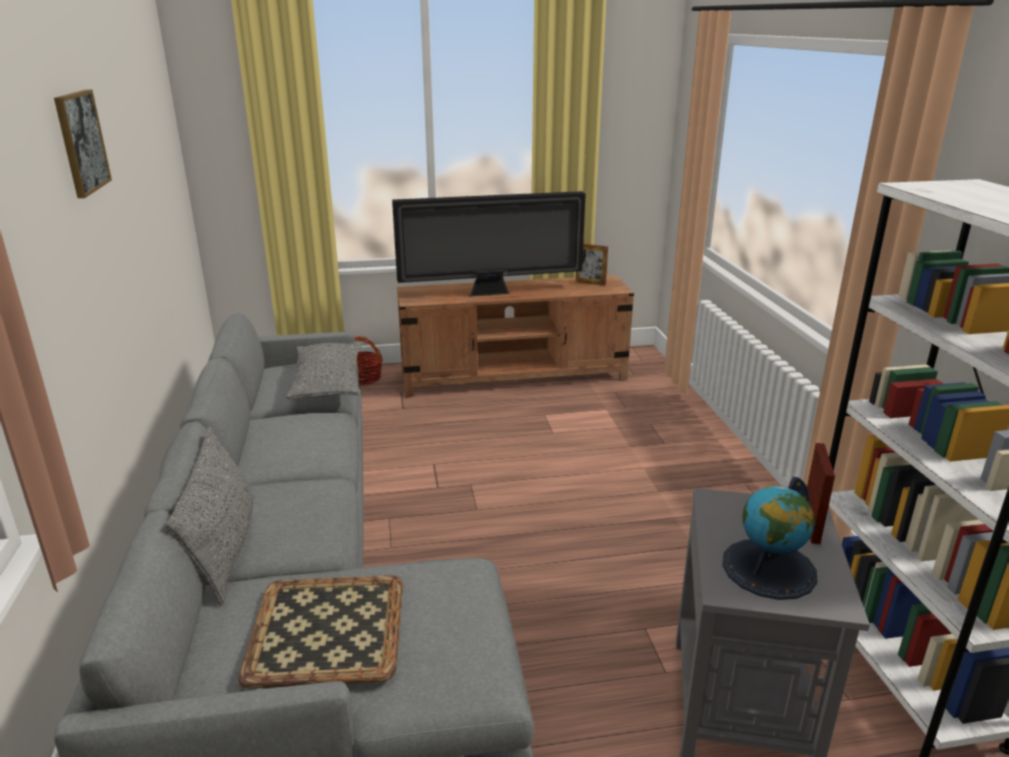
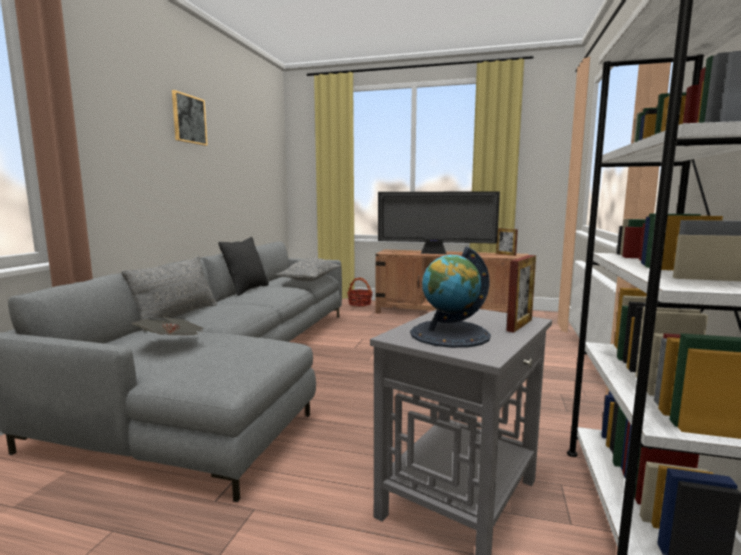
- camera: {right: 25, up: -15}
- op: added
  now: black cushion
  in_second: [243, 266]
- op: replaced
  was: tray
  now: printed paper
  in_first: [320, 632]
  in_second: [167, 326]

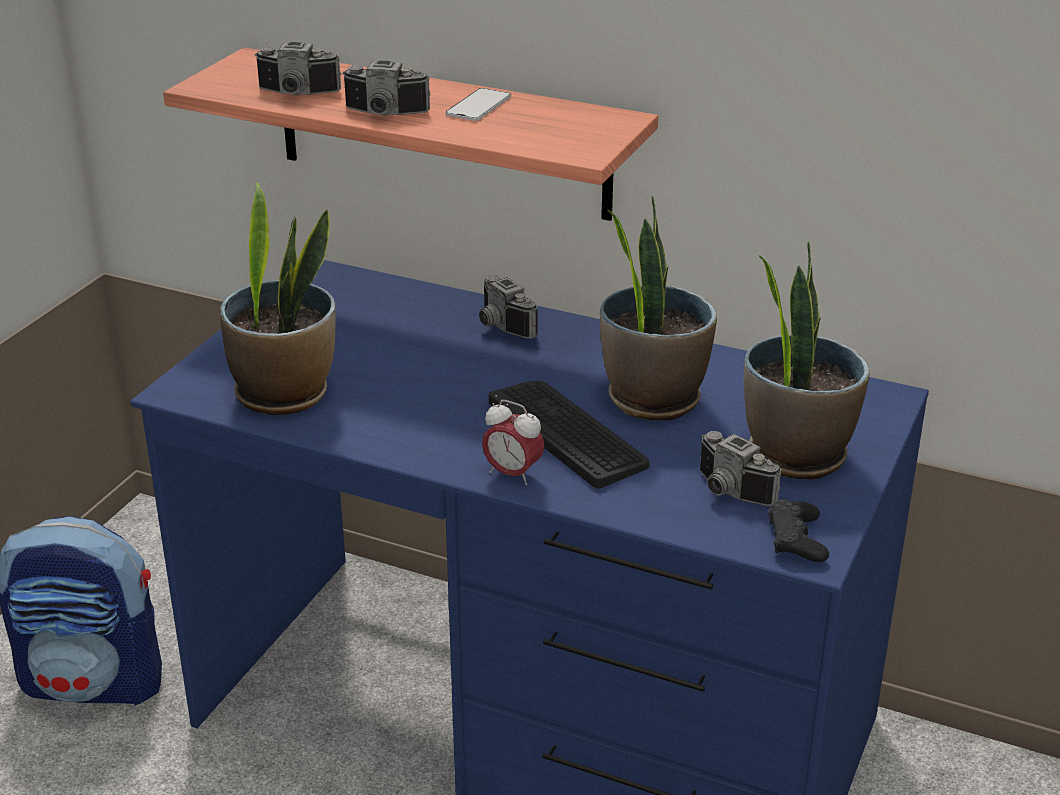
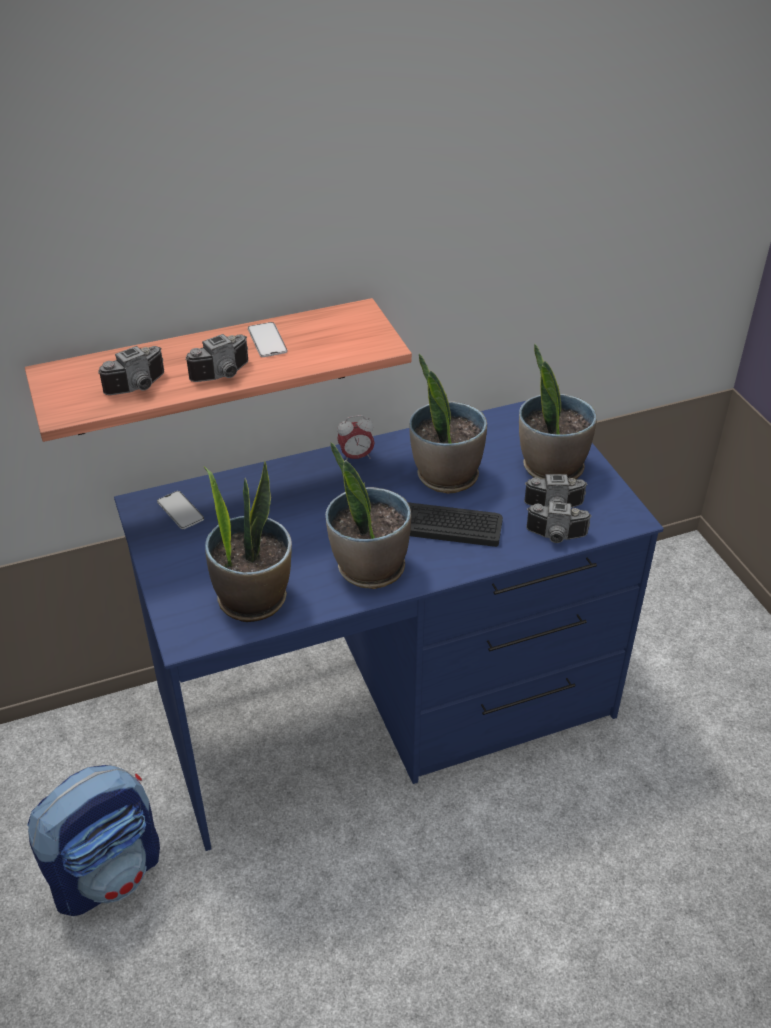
- camera: {right: -45, up: 10}
- op: removed
  was: black game controller
  in_first: [798, 531]
- op: added
  now: phone
  in_second: [180, 510]
- op: added
  now: plant in a pot
  in_second: [368, 515]
- op: moved
  was: still camera
  in_first: [508, 307]
  in_second: [559, 522]
- op: moved
  was: bedside clock
  in_first: [513, 442]
  in_second: [356, 438]

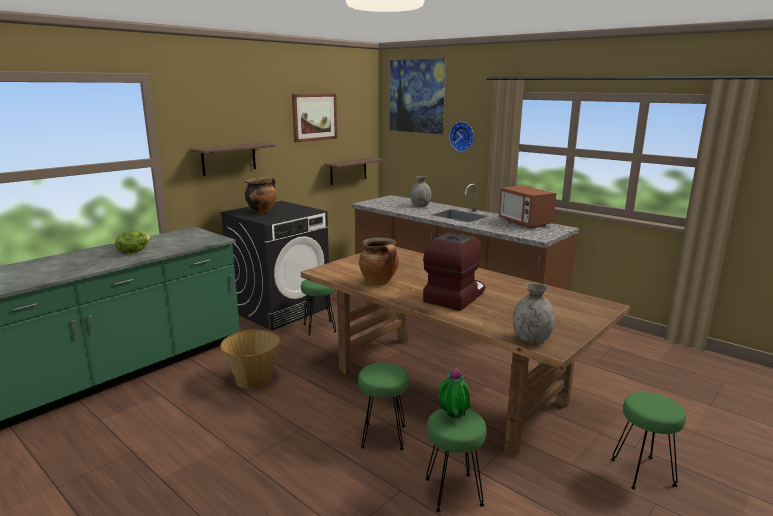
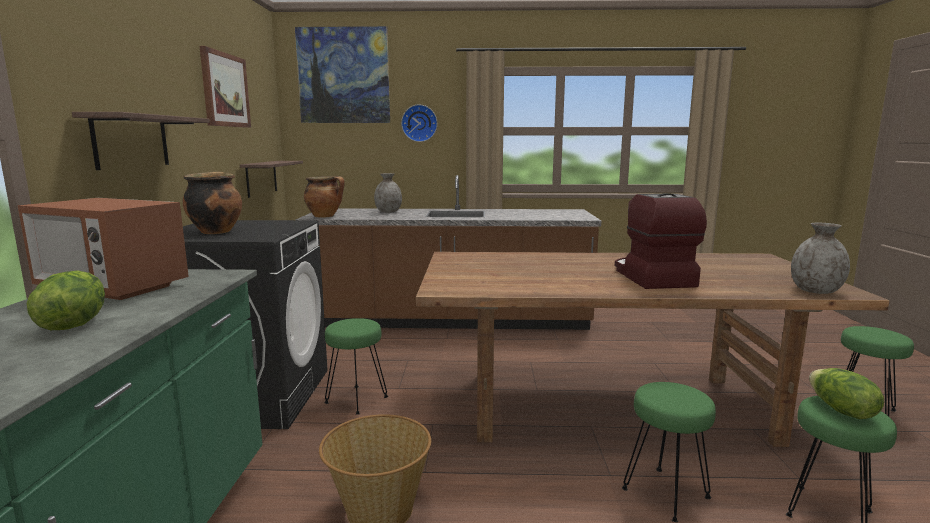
- camera: {right: -40, up: -5}
- op: moved
  was: saucepot
  in_first: [379, 261]
  in_second: [324, 197]
- op: moved
  was: kitchen microwave
  in_first: [528, 206]
  in_second: [103, 249]
- op: replaced
  was: plant in a pot
  now: head of lettuce
  in_first: [454, 392]
  in_second: [846, 393]

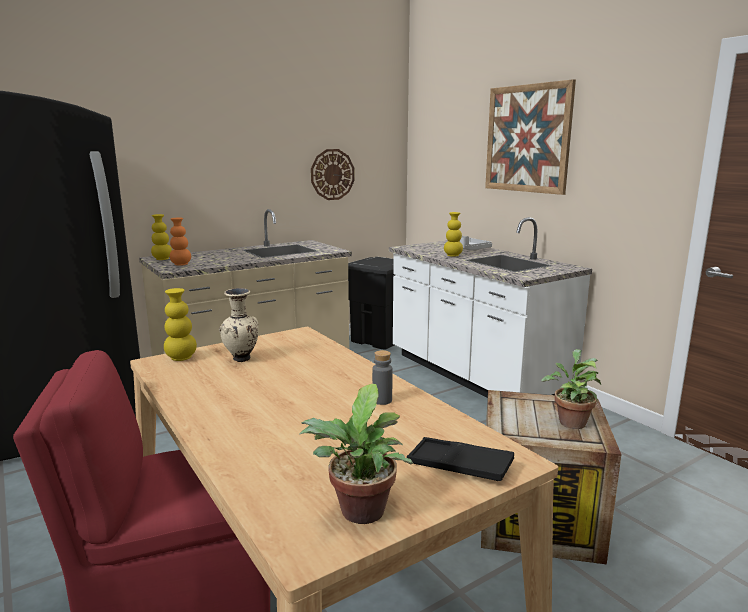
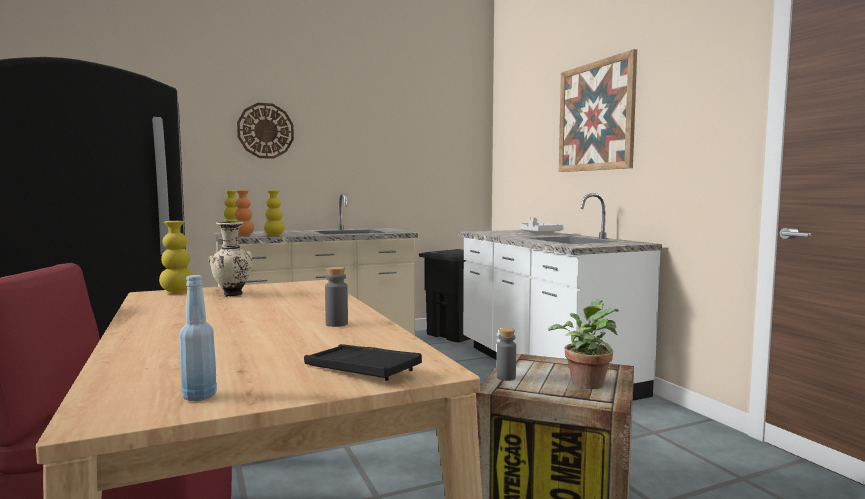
- camera: {right: 10, up: -10}
- op: added
  now: gray beverage bottle
  in_second: [506, 354]
- op: moved
  was: wall clock
  in_first: [332, 174]
  in_second: [265, 131]
- op: moved
  was: yellow decorative vase
  in_first: [453, 234]
  in_second: [274, 213]
- op: replaced
  was: plant in a pot
  now: bluish beverage bottle
  in_first: [356, 454]
  in_second: [198, 338]

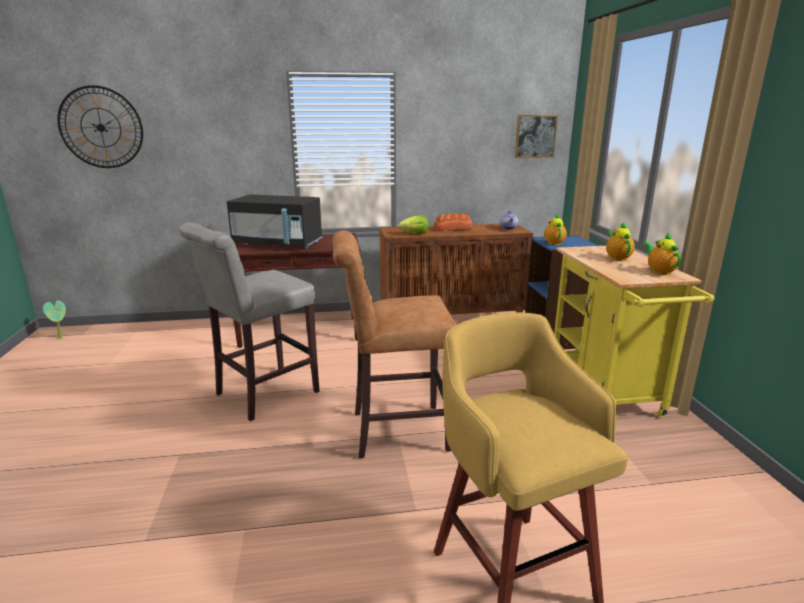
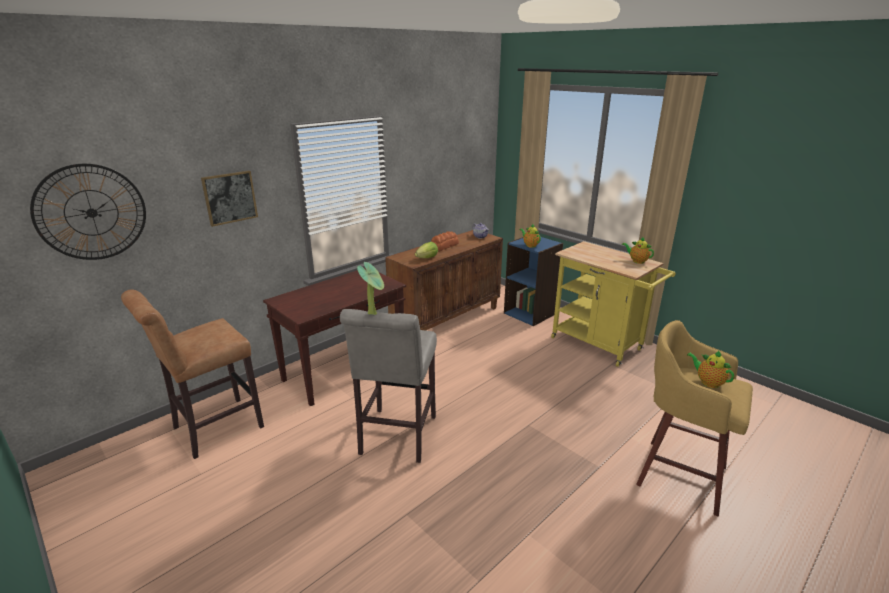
- camera: {right: -35, up: 5}
- op: removed
  was: black kitchen microwave
  in_first: [274, 221]
- op: moved
  was: plant in a pot
  in_first: [54, 319]
  in_second: [370, 288]
- op: moved
  was: brown-coloured stool seat
  in_first: [394, 344]
  in_second: [192, 374]
- op: moved
  was: picture
  in_first: [536, 136]
  in_second: [229, 199]
- op: moved
  was: tea pot
  in_first: [620, 241]
  in_second: [710, 369]

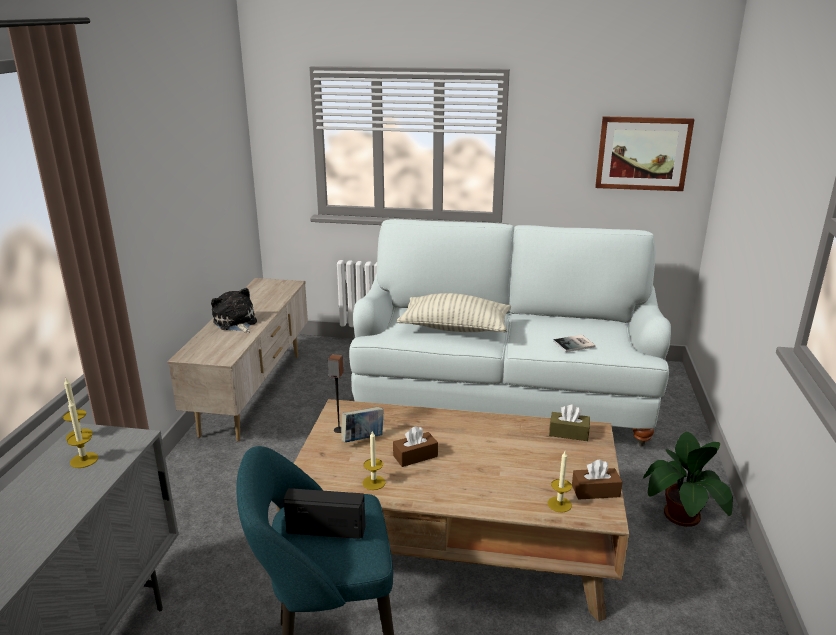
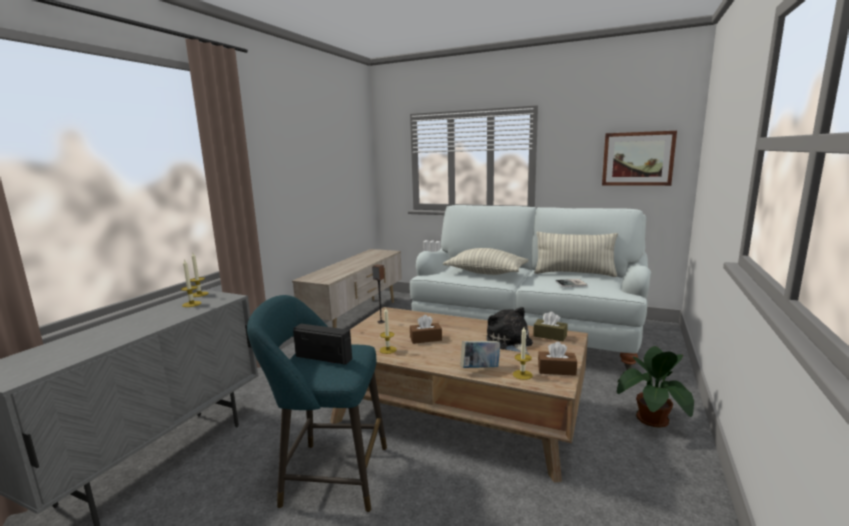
- camera: {right: 15, up: -10}
- op: added
  now: cushion
  in_second: [576, 254]
- op: moved
  was: soft toy
  in_first: [234, 310]
  in_second: [510, 331]
- op: moved
  was: volume
  in_first: [362, 424]
  in_second: [480, 354]

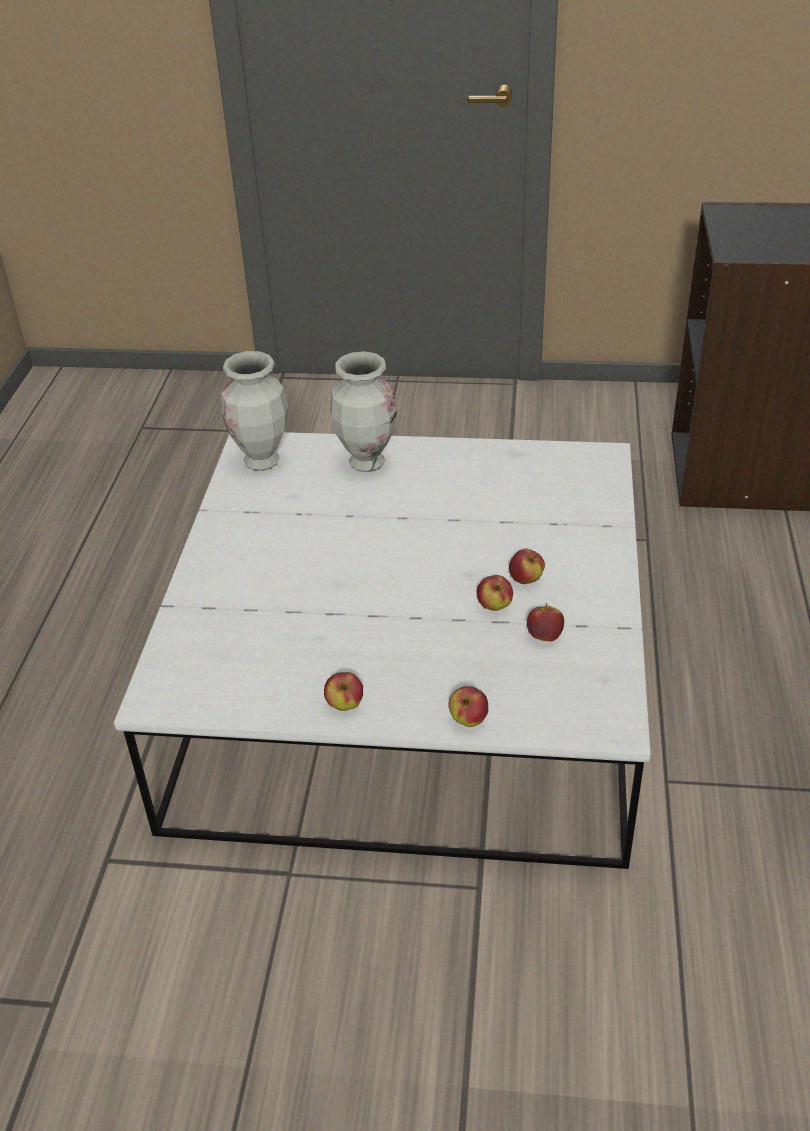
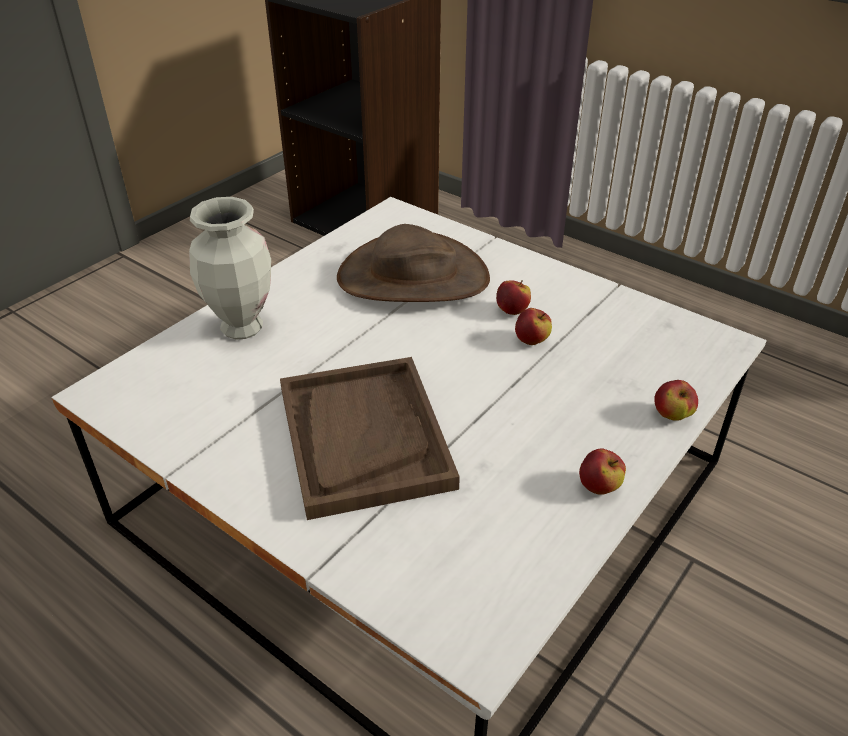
- camera: {right: -60, up: 0}
- op: removed
  was: decorative vase
  in_first: [254, 411]
- op: removed
  was: apple fruit
  in_first: [545, 622]
- op: added
  now: brown-coloured tray
  in_second: [370, 438]
- op: added
  now: brown-coloured clothing hat
  in_second: [413, 263]

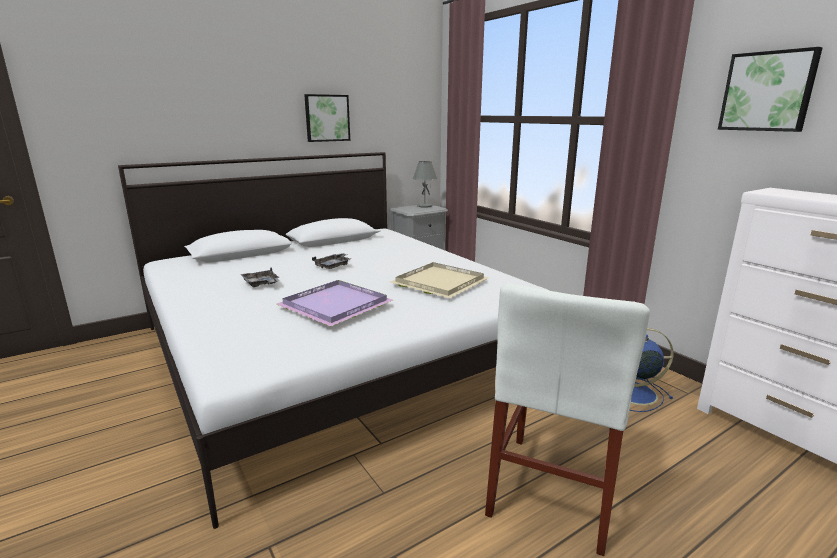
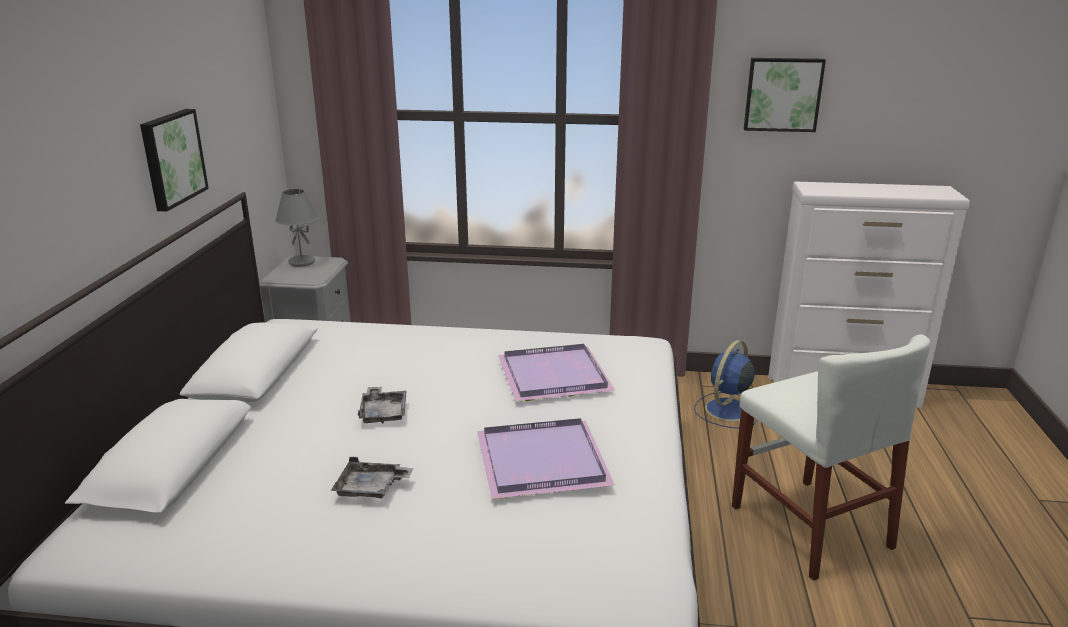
- camera: {right: -50, up: 5}
- op: recoloured
  was: sand-coloured tray
  now: purple-coloured tray
  in_first: [439, 280]
  in_second: [556, 372]

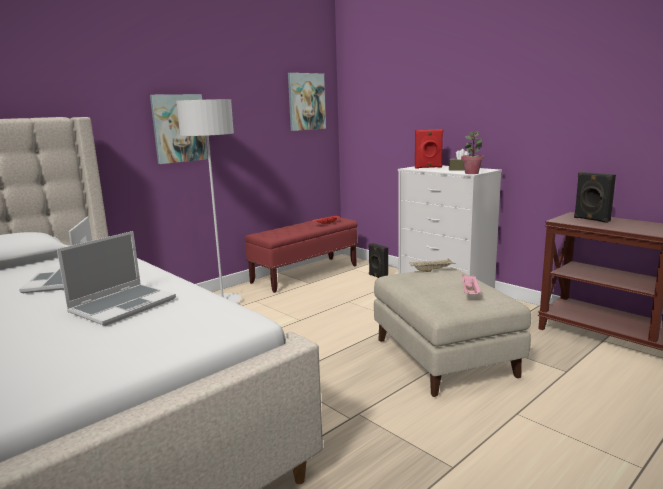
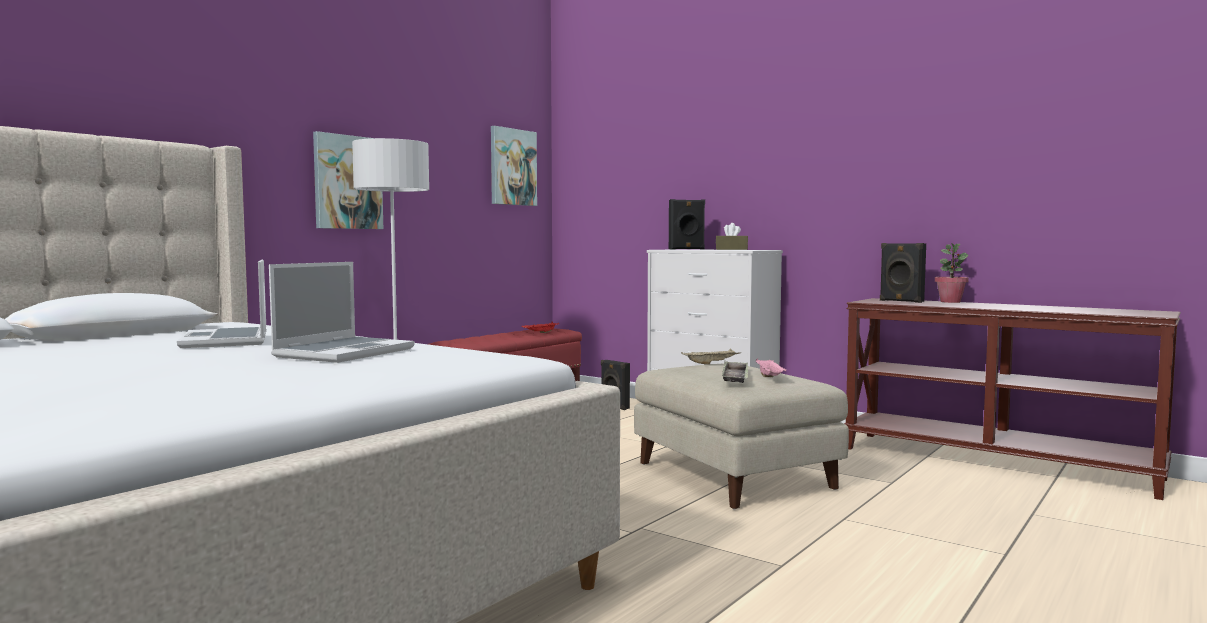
- camera: {right: -10, up: -10}
- op: added
  now: tray
  in_second: [735, 372]
- op: moved
  was: plant in a pot
  in_first: [472, 153]
  in_second: [951, 273]
- op: recoloured
  was: red-coloured speaker
  now: black speaker
  in_first: [429, 148]
  in_second: [687, 224]

